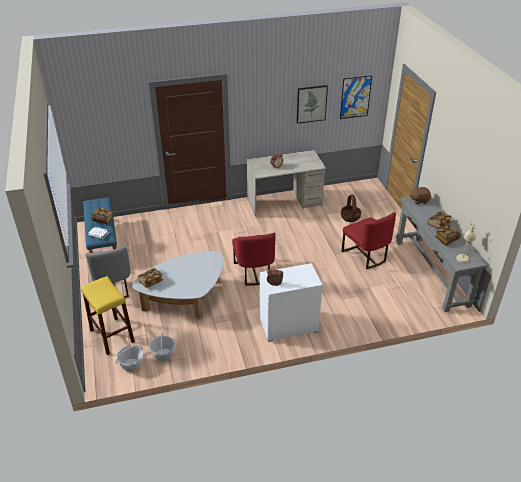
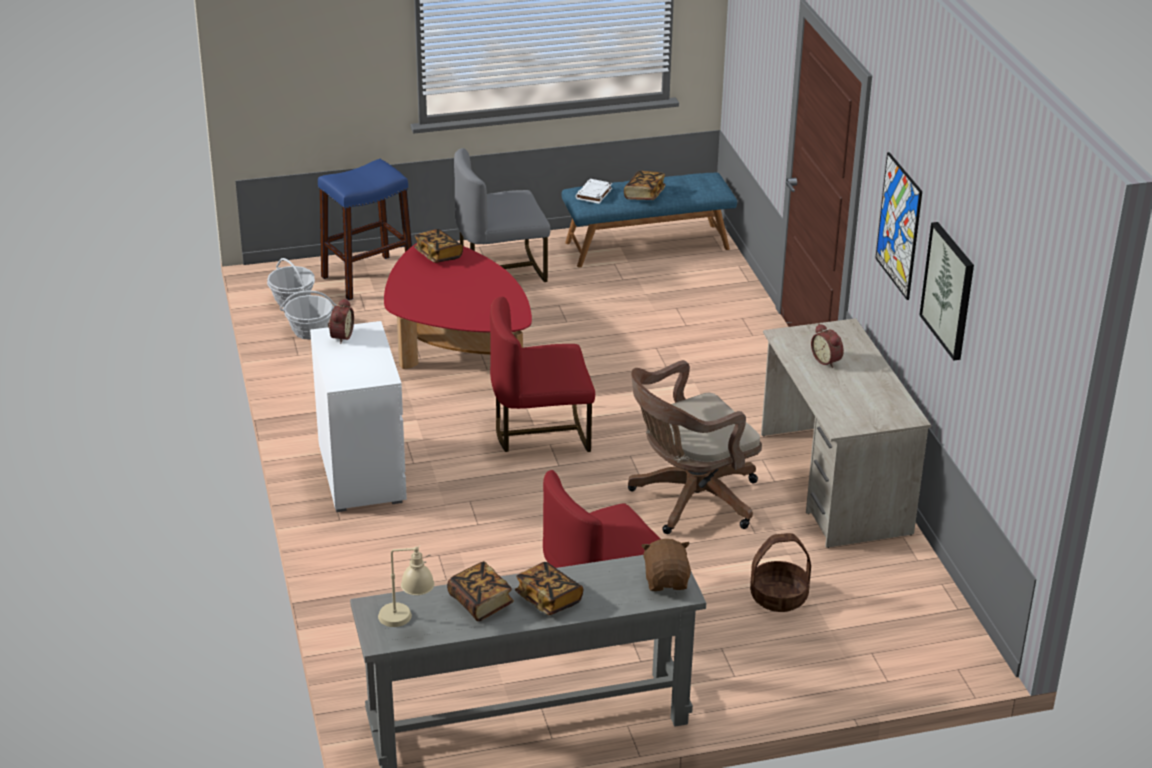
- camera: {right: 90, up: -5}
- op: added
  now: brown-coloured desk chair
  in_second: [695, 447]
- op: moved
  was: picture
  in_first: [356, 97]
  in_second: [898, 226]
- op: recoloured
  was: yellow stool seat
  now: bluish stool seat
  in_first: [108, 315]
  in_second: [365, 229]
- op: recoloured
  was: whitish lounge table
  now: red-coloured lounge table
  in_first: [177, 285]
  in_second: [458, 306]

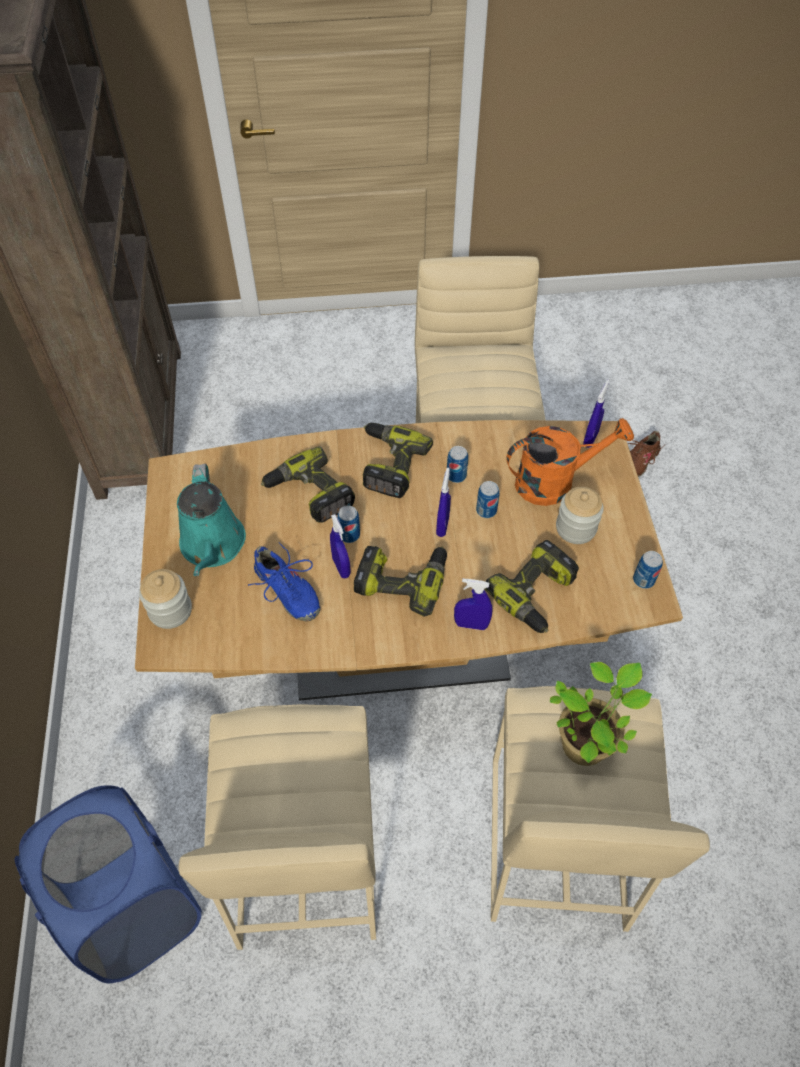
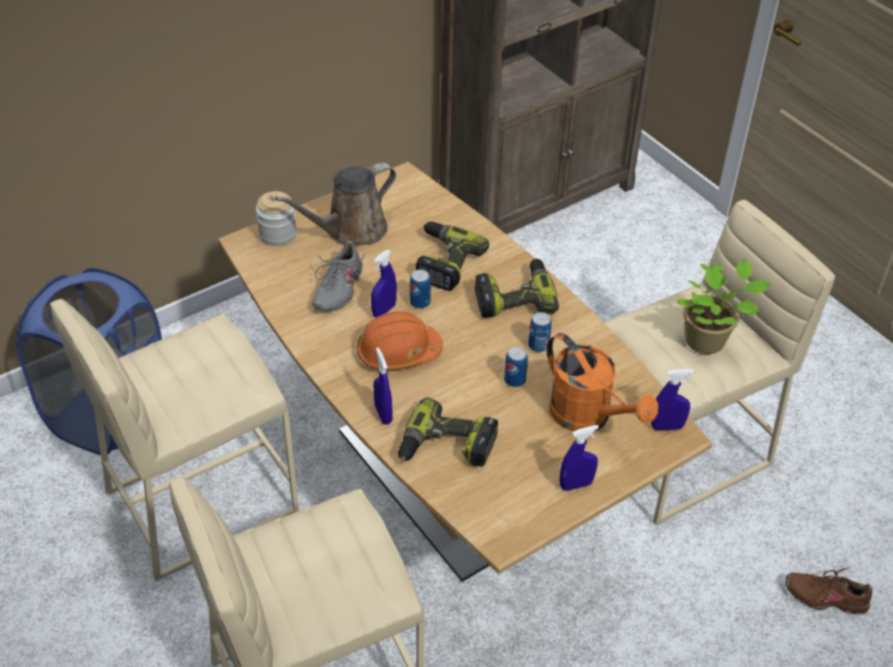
- camera: {right: 60, up: -10}
- op: removed
  was: preserve jar
  in_first: [580, 515]
- op: removed
  was: can
  in_first: [648, 570]
- op: moved
  was: bluish hand sprayer
  in_first: [443, 502]
  in_second: [579, 458]
- op: moved
  was: plant in a pot
  in_first: [601, 714]
  in_second: [723, 306]
- op: replaced
  was: drill
  now: orange-coloured work helmet
  in_first: [400, 581]
  in_second: [400, 340]
- op: recoloured
  was: blue-green watering pot
  now: brown-coloured watering pot
  in_first: [211, 520]
  in_second: [335, 204]
- op: recoloured
  was: bluish low shoe
  now: gray low shoe
  in_first: [284, 581]
  in_second: [338, 276]

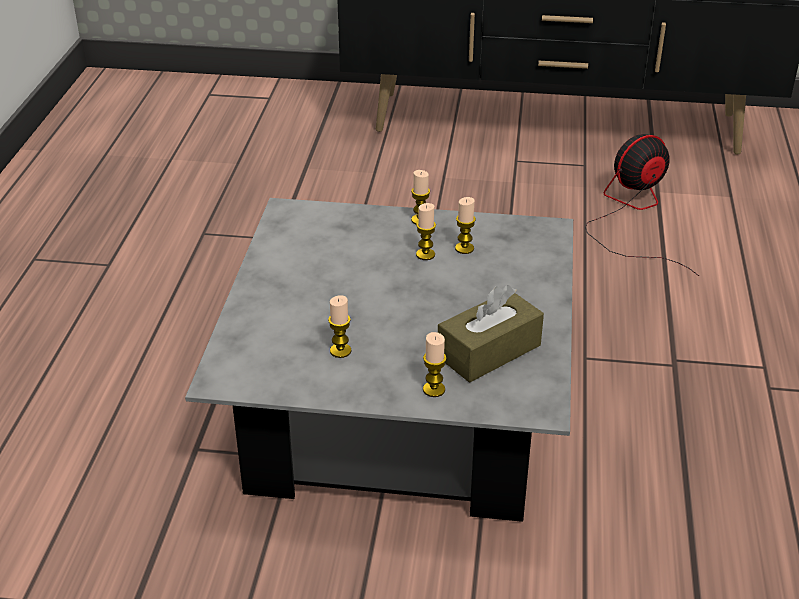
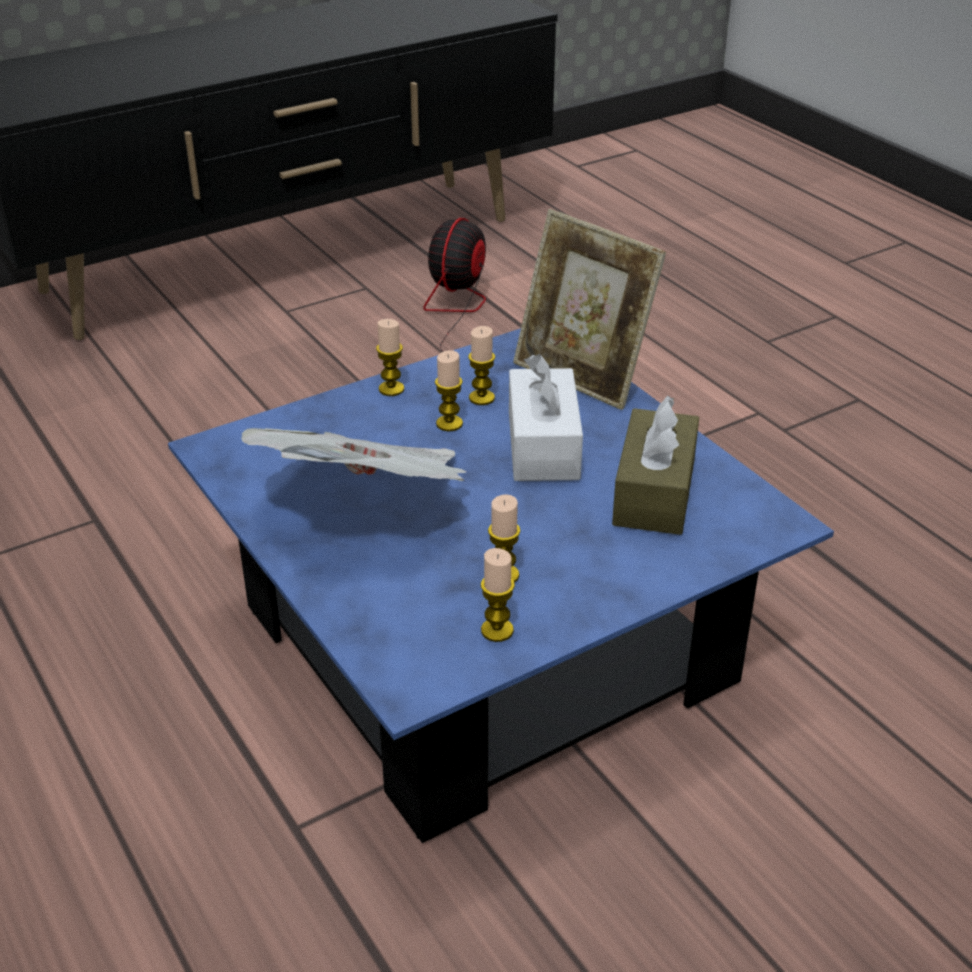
- camera: {right: -40, up: 0}
- op: added
  now: printed paper
  in_second: [353, 454]
- op: added
  now: whitish box of tissues
  in_second: [546, 417]
- op: added
  now: standing frame
  in_second: [589, 309]
- op: moved
  was: wax light
  in_first: [435, 364]
  in_second: [498, 595]
- op: recoloured
  was: gray lounge table
  now: bluish lounge table
  in_first: [379, 360]
  in_second: [501, 585]

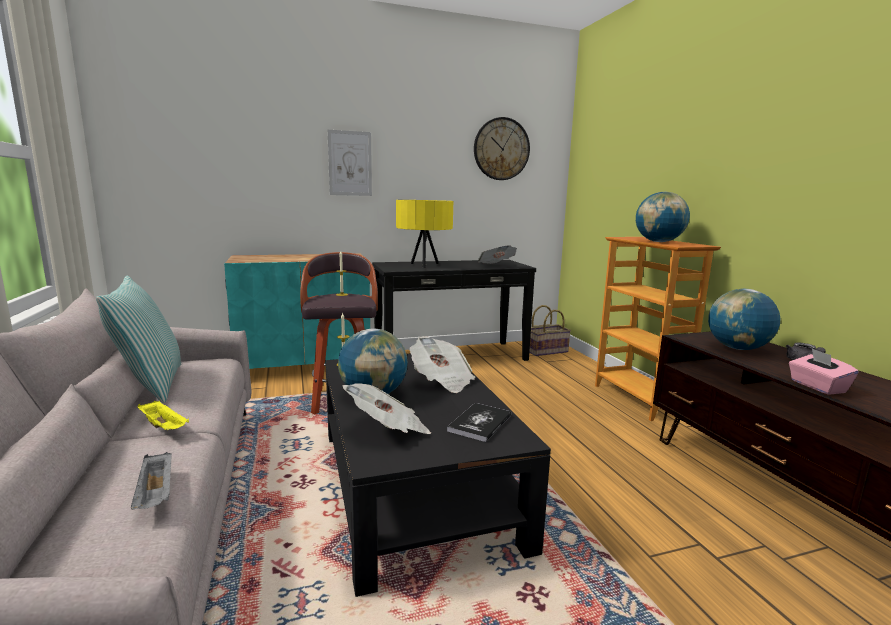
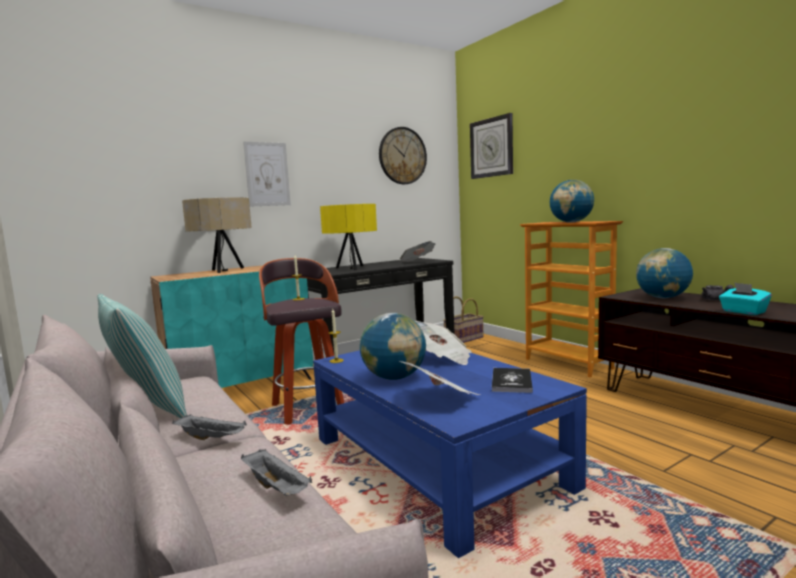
- camera: {right: -15, up: -5}
- op: added
  now: sand-coloured lamp for a table
  in_second: [217, 235]
- op: added
  now: wall clock
  in_second: [491, 146]
- op: recoloured
  was: yellow tray
  now: gray tray
  in_first: [163, 415]
  in_second: [209, 427]
- op: recoloured
  was: black lounge table
  now: bluish lounge table
  in_first: [438, 475]
  in_second: [450, 454]
- op: recoloured
  was: pink box of tissues
  now: blue-green box of tissues
  in_first: [824, 371]
  in_second: [745, 298]

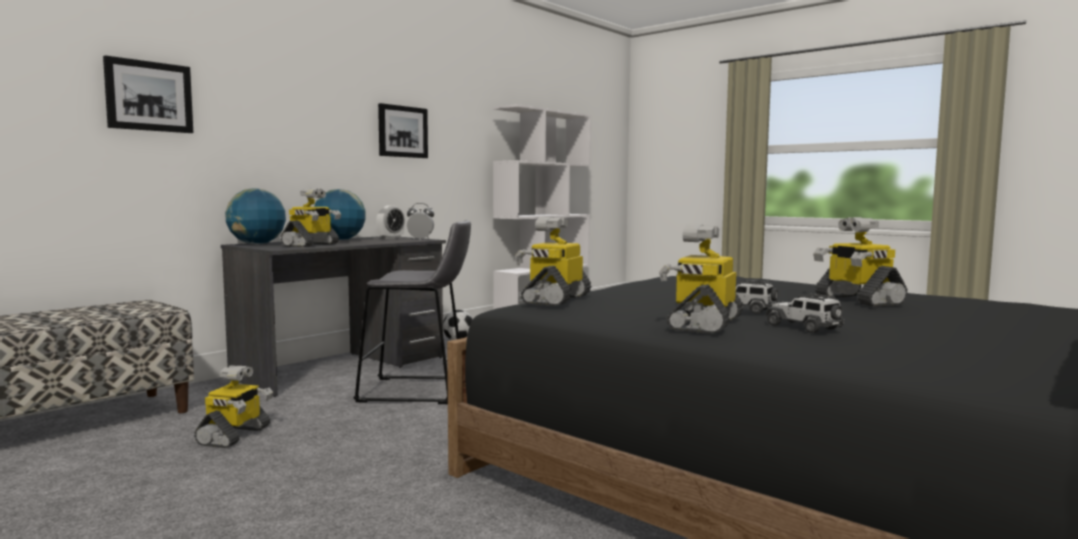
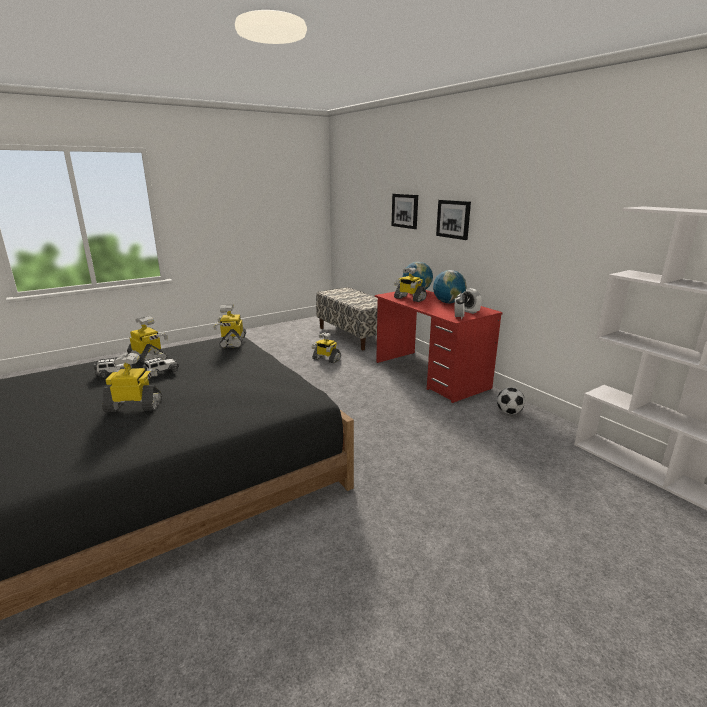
- camera: {right: 105, up: 15}
- op: removed
  was: gray stool seat
  in_first: [412, 312]
- op: moved
  was: picture
  in_first: [403, 130]
  in_second: [453, 220]
- op: recoloured
  was: gray desk table
  now: red-coloured desk table
  in_first: [333, 316]
  in_second: [439, 346]
- op: turned
  was: robot figure
  in_first: [553, 261]
  in_second: [229, 326]
  clockwise: -135

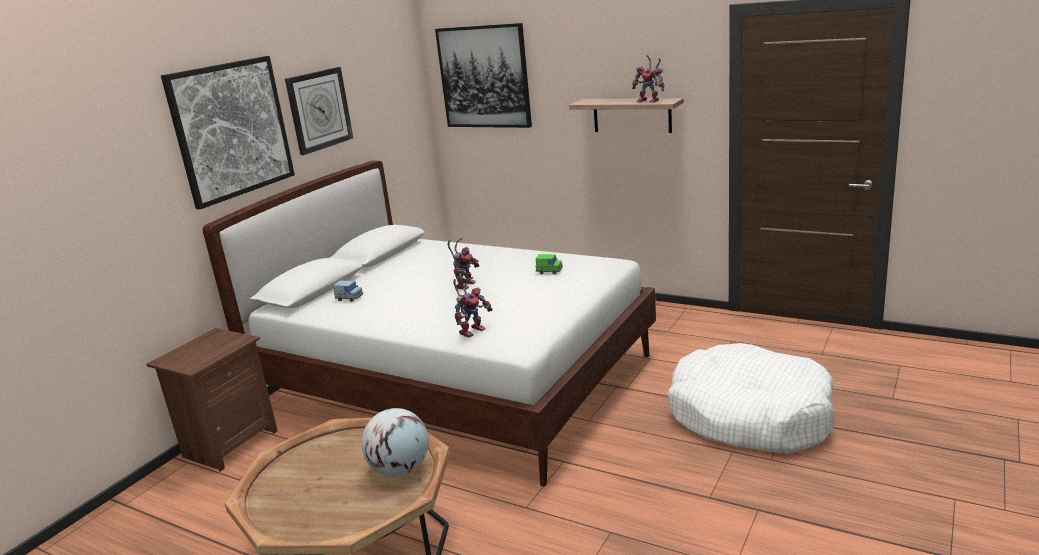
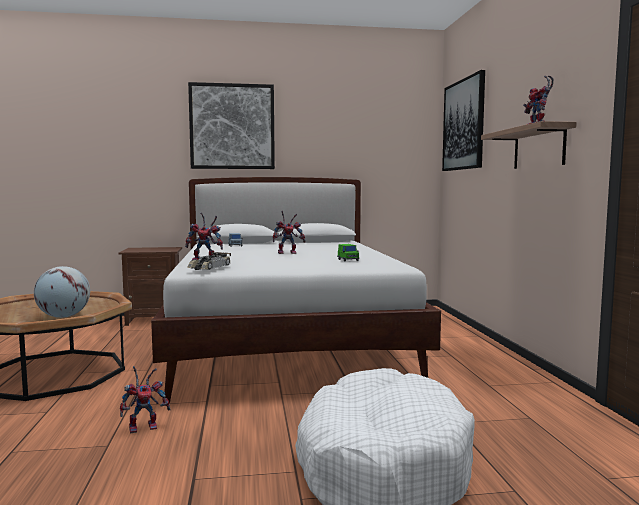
- camera: {right: 50, up: -15}
- op: removed
  was: wall clock
  in_first: [319, 111]
- op: added
  now: robot figure
  in_second: [145, 400]
- op: added
  now: miniature car
  in_second: [209, 261]

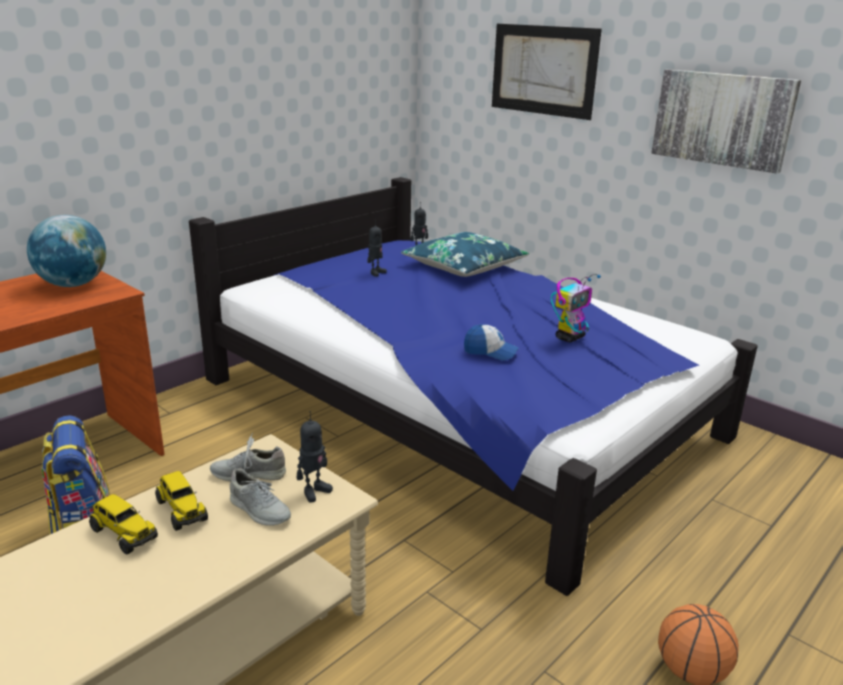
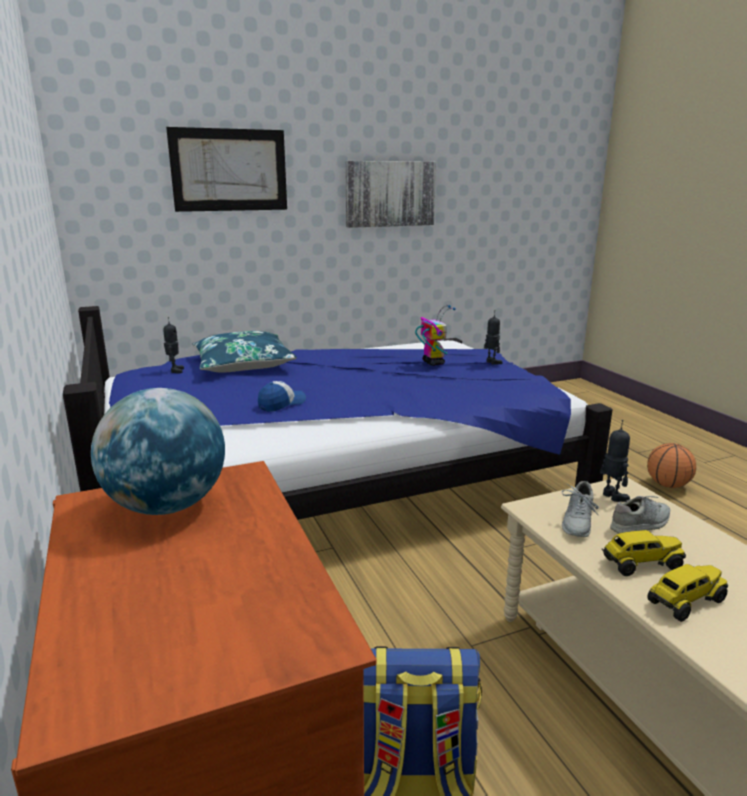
- camera: {right: -65, up: -5}
- op: moved
  was: robot figure
  in_first: [377, 248]
  in_second: [493, 337]
- op: moved
  was: cap
  in_first: [491, 342]
  in_second: [282, 396]

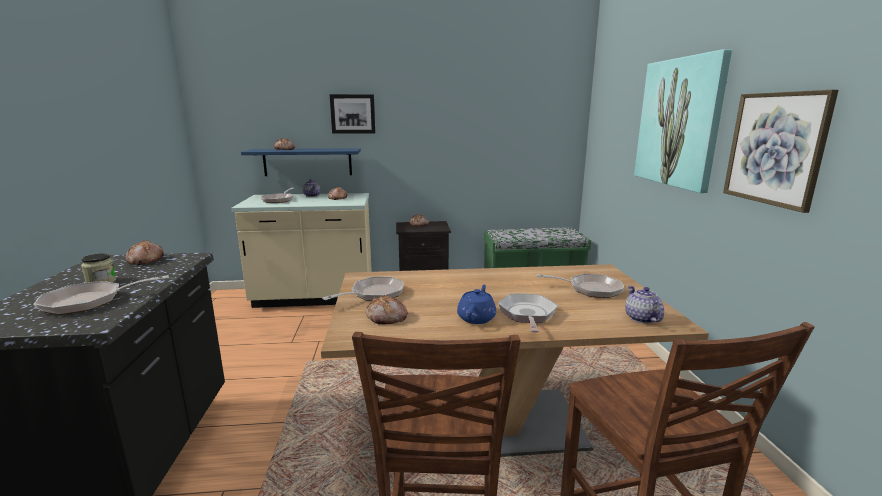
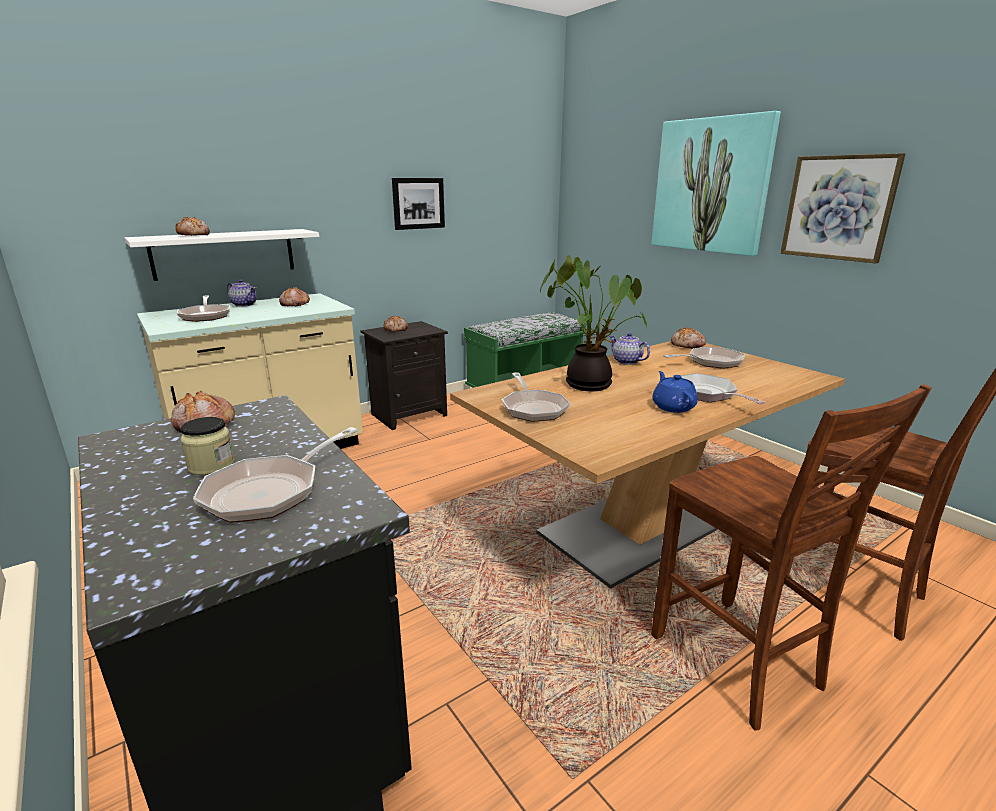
- camera: {right: -30, up: 5}
- op: added
  now: plant in a pot
  in_second: [593, 323]
- op: moved
  was: picture
  in_first: [352, 114]
  in_second: [418, 204]
- op: moved
  was: baked bread
  in_first: [387, 310]
  in_second: [688, 338]
- op: moved
  was: tea pot
  in_first: [644, 305]
  in_second: [629, 349]
- op: recoloured
  was: bluish shelf
  now: whitish shelf
  in_first: [301, 162]
  in_second: [222, 255]
- op: turned
  was: frying pan
  in_first: [363, 289]
  in_second: [536, 397]
  clockwise: 150

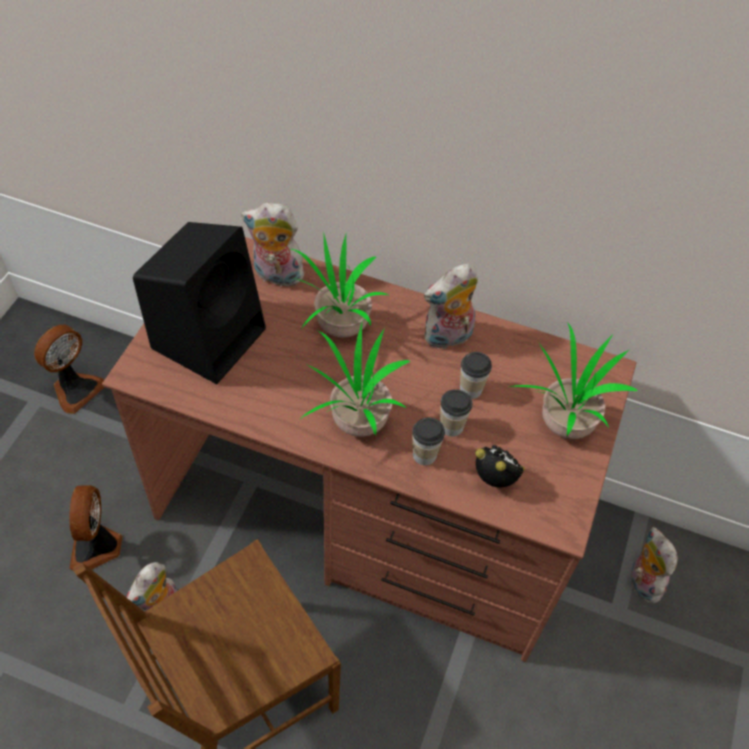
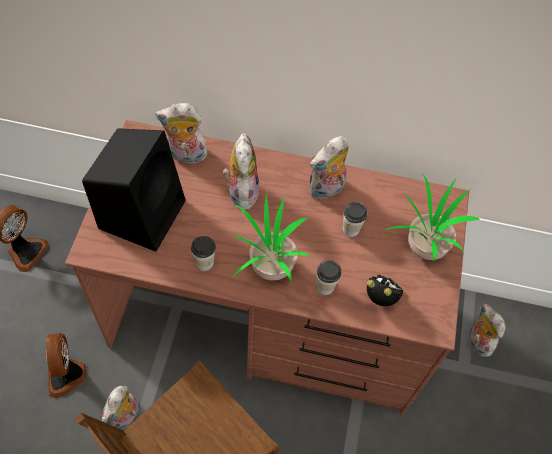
- camera: {right: -10, up: 5}
- op: moved
  was: small cup
  in_first: [456, 413]
  in_second: [203, 253]
- op: replaced
  was: plant in a pot
  now: soft toy
  in_first: [340, 286]
  in_second: [241, 171]

